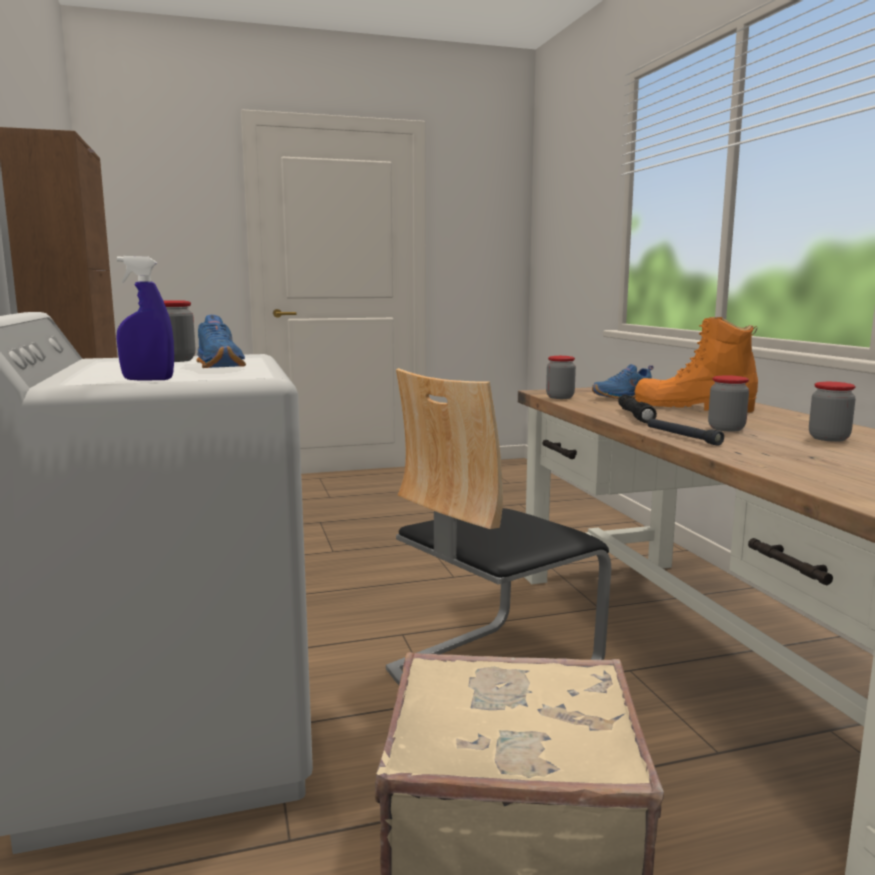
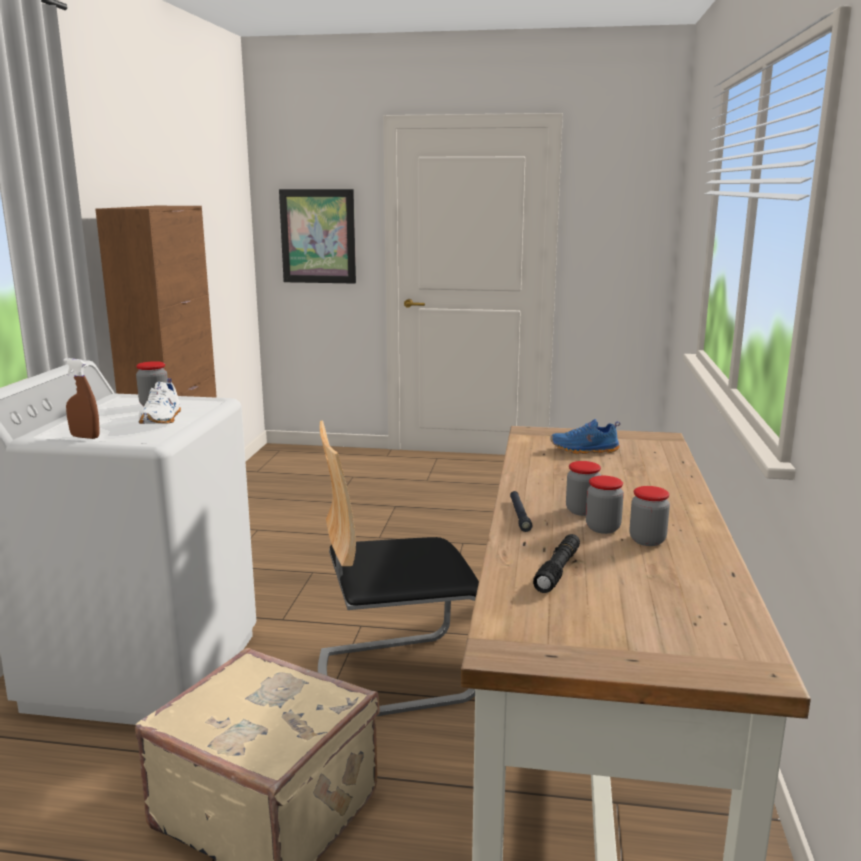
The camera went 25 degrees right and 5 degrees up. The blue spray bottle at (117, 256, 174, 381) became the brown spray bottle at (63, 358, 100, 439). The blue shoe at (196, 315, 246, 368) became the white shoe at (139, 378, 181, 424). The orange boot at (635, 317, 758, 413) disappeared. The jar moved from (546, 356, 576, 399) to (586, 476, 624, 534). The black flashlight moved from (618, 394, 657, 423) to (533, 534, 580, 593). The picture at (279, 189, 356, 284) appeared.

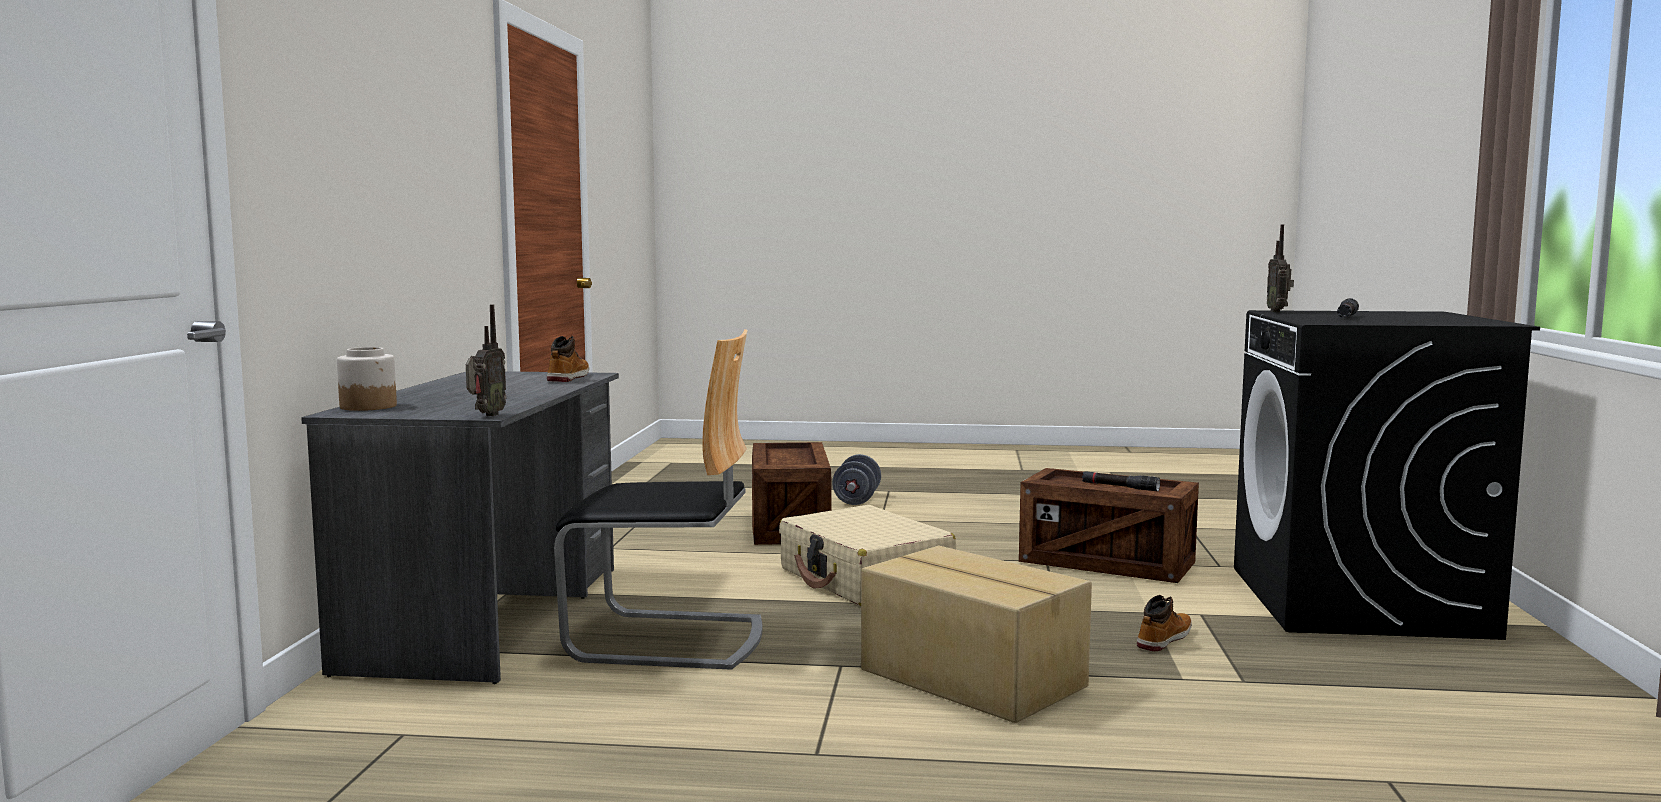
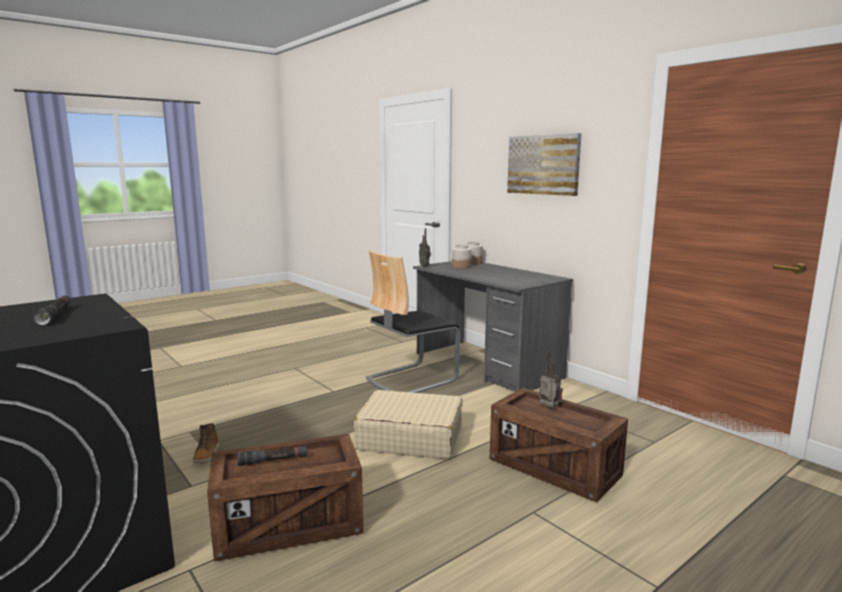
The camera went 135 degrees right and 5 degrees up. The radio moved from (1267, 224, 1294, 312) to (539, 350, 563, 409). The boot at (547, 336, 589, 382) disappeared. The grey dumbbell at (832, 454, 881, 505) disappeared. The cardboard box at (861, 546, 1092, 723) disappeared. The picture at (507, 133, 582, 196) appeared. The jar at (452, 245, 472, 269) appeared.

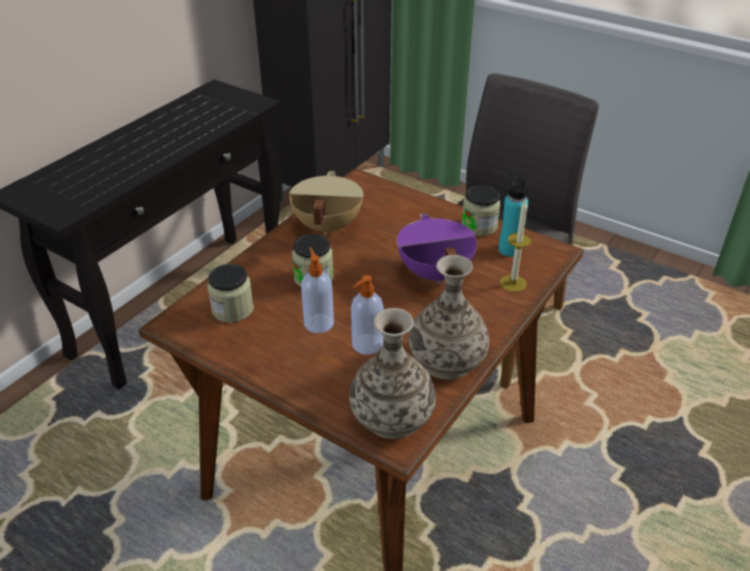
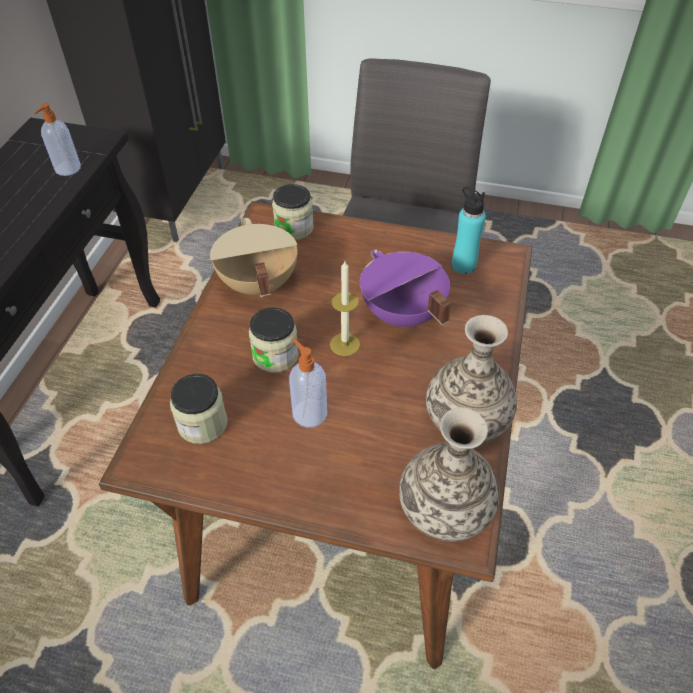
The camera went 20 degrees left and 10 degrees up. The jar moved from (461, 185, 500, 236) to (272, 184, 314, 240). The candle moved from (500, 200, 531, 292) to (330, 261, 360, 356). The soap dispenser moved from (351, 275, 384, 355) to (34, 103, 81, 176).

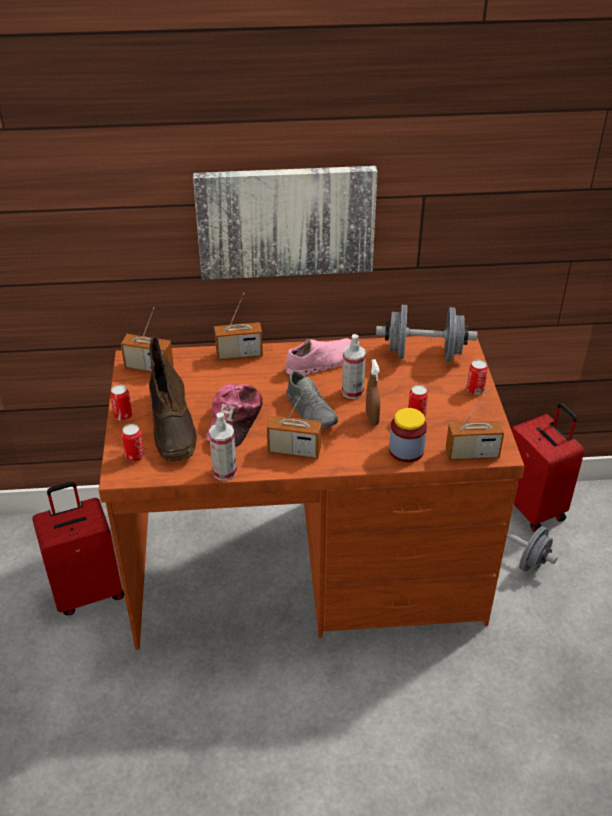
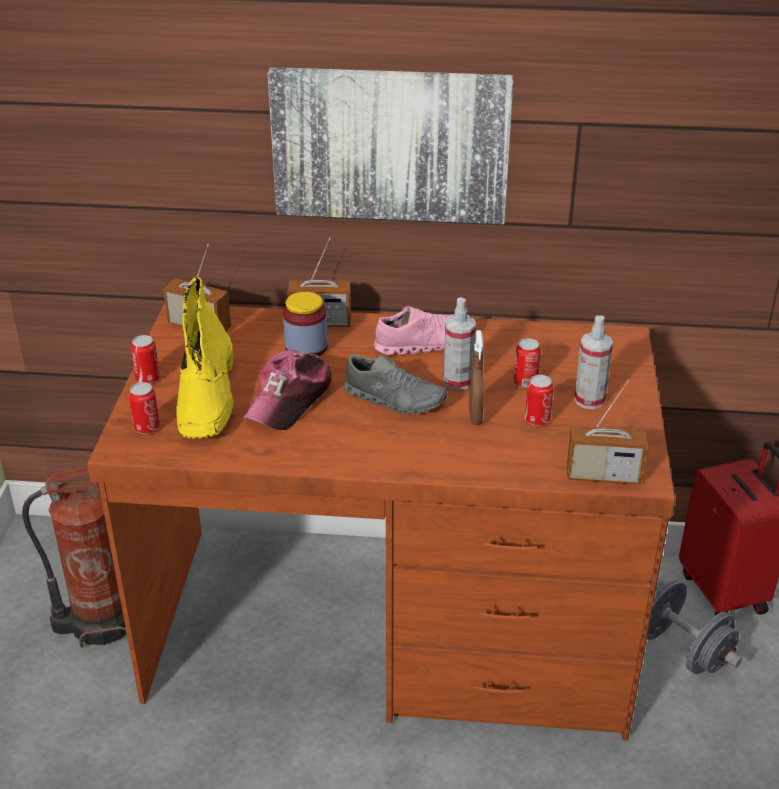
The camera went 10 degrees right and 5 degrees down. The grey dumbbell at (376, 305, 477, 362) disappeared. The brown boot at (149, 336, 198, 462) became the yellow boot at (176, 276, 234, 439). The can moved from (467, 359, 488, 395) to (514, 338, 541, 388). The grey shoe at (286, 370, 338, 428) turned 45 degrees counterclockwise. The radio at (267, 387, 321, 459) disappeared. The jar moved from (389, 408, 427, 462) to (283, 292, 328, 356). The spray bottle moved from (209, 413, 237, 481) to (574, 315, 613, 409). The red suitcase at (32, 482, 124, 615) was replaced by the fire extinguisher at (22, 467, 127, 648).

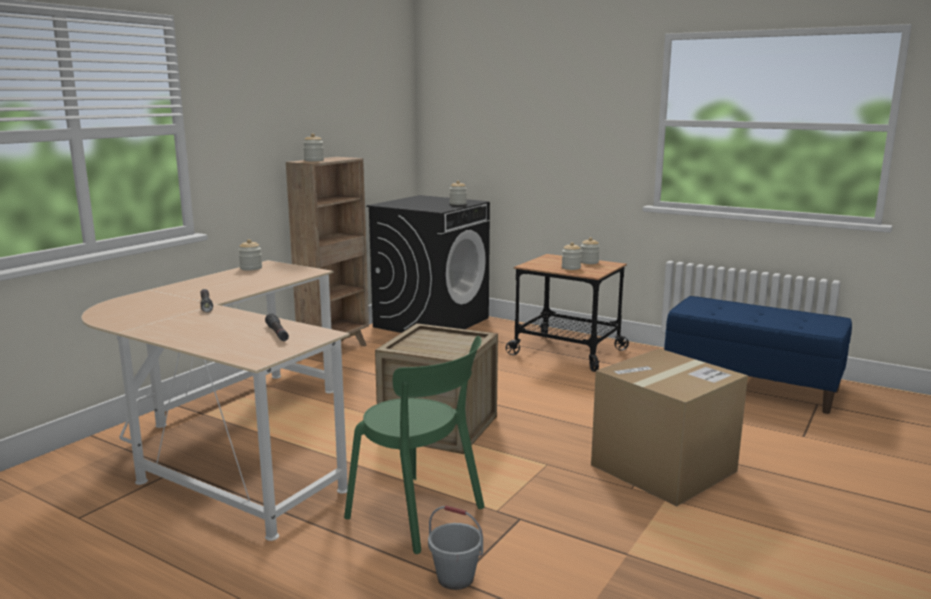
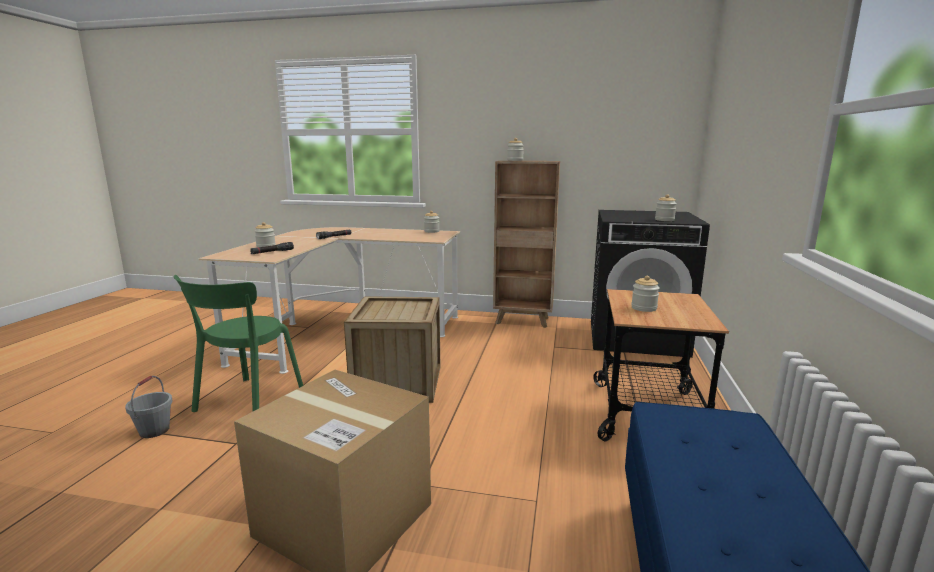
The camera went 70 degrees right and 0 degrees up. The jar moved from (581, 238, 600, 264) to (255, 222, 276, 247).

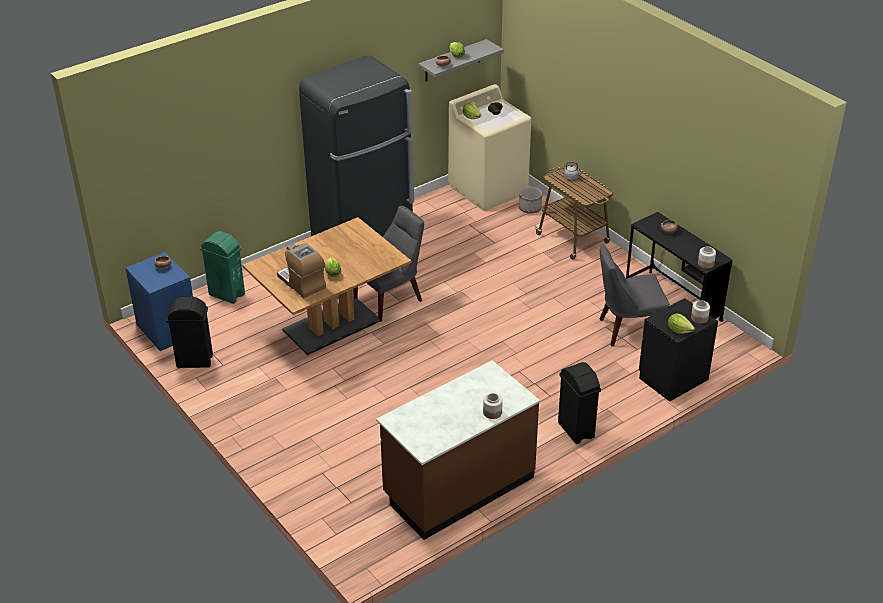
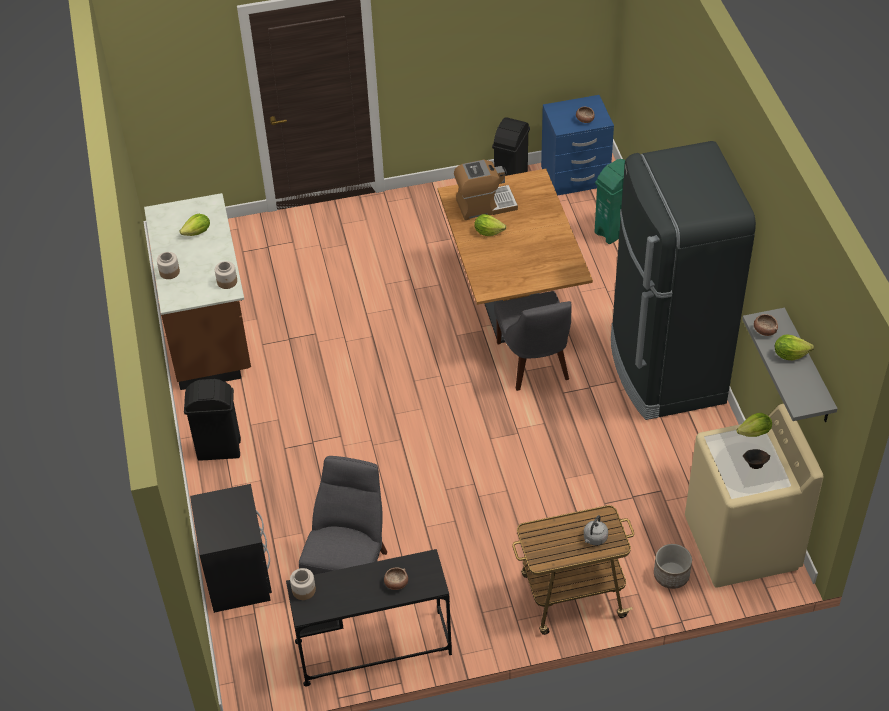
The camera went 115 degrees right and 10 degrees up. The jar moved from (691, 300, 710, 324) to (215, 261, 237, 289). The lettuce moved from (668, 313, 695, 334) to (180, 214, 210, 236).

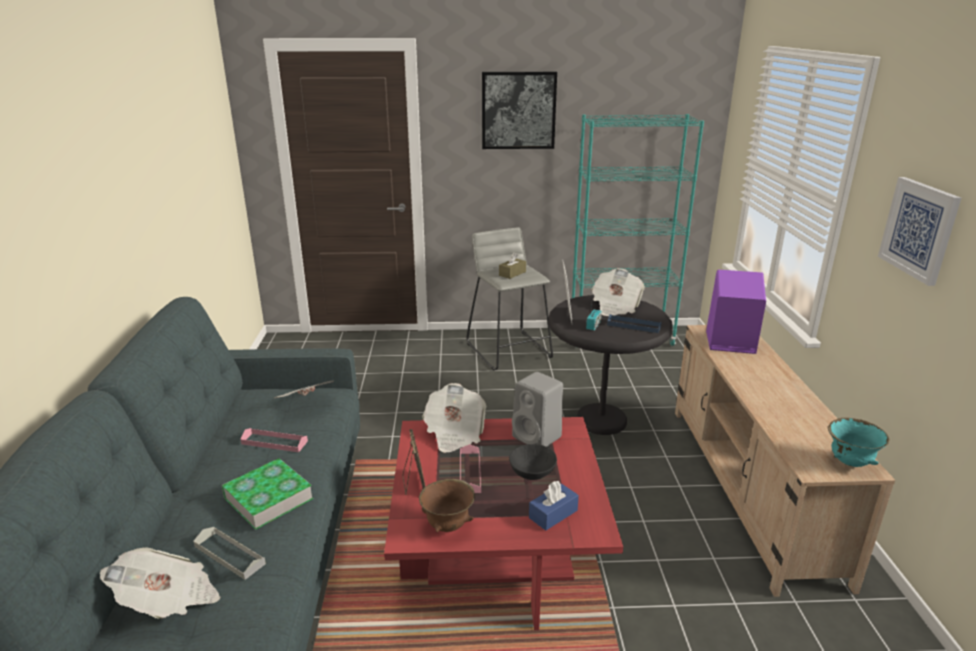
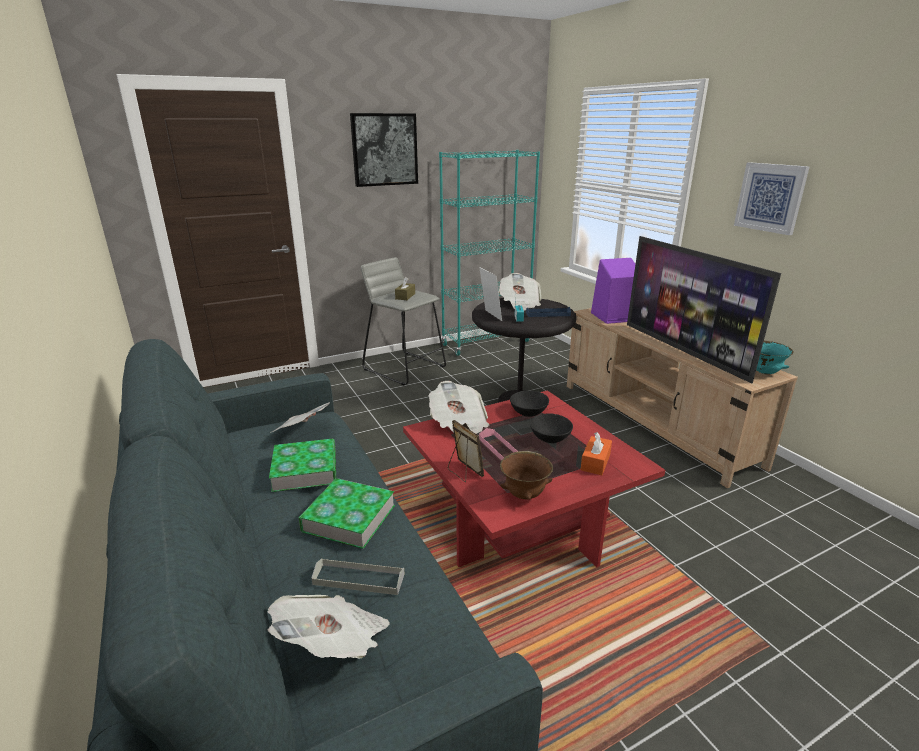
The camera went 25 degrees left and 0 degrees up. The grey speaker at (512, 372, 563, 447) was replaced by the black bowl at (510, 391, 549, 417). The pink tray at (240, 428, 308, 452) was replaced by the book at (269, 438, 336, 492). The blue tissue box at (529, 481, 579, 531) became the orange tissue box at (581, 432, 612, 475). The television at (627, 236, 781, 384) appeared.

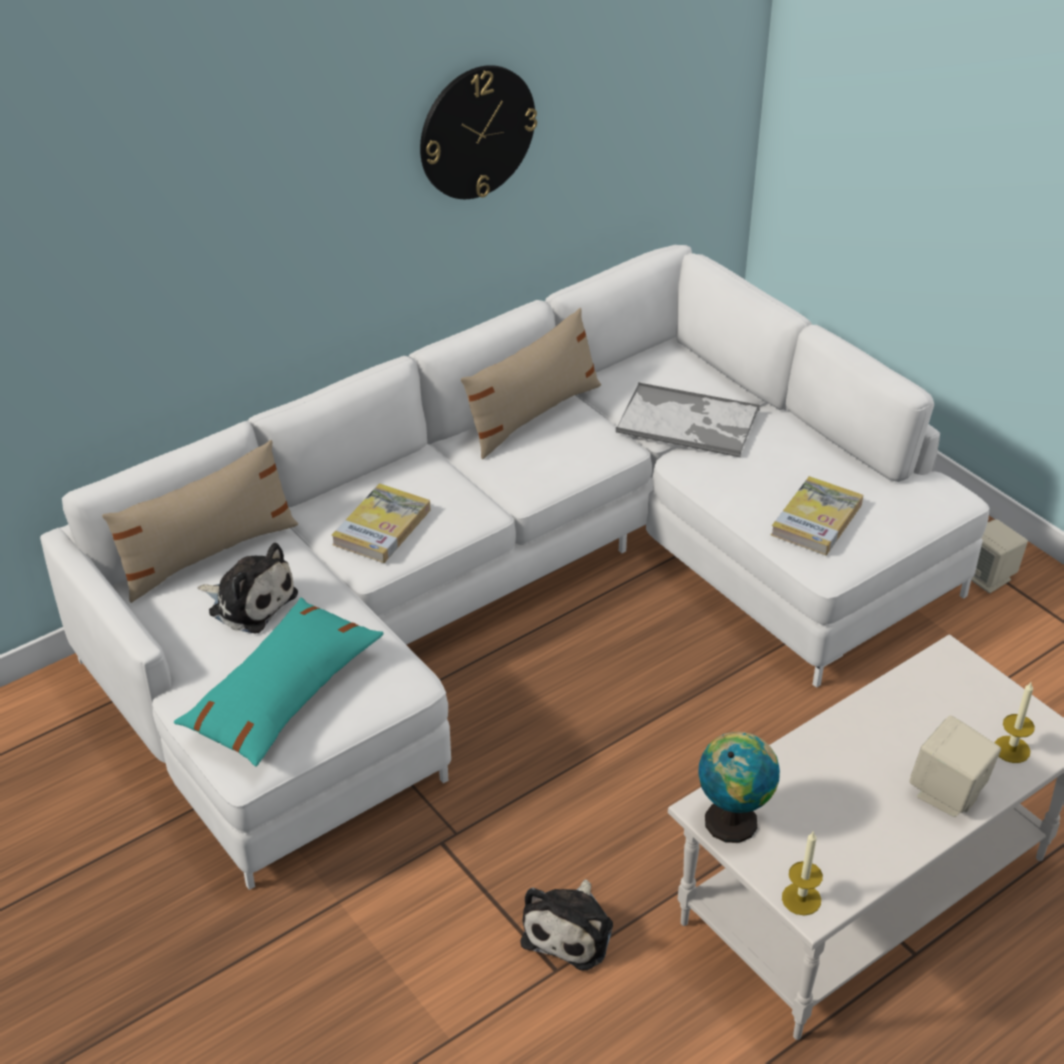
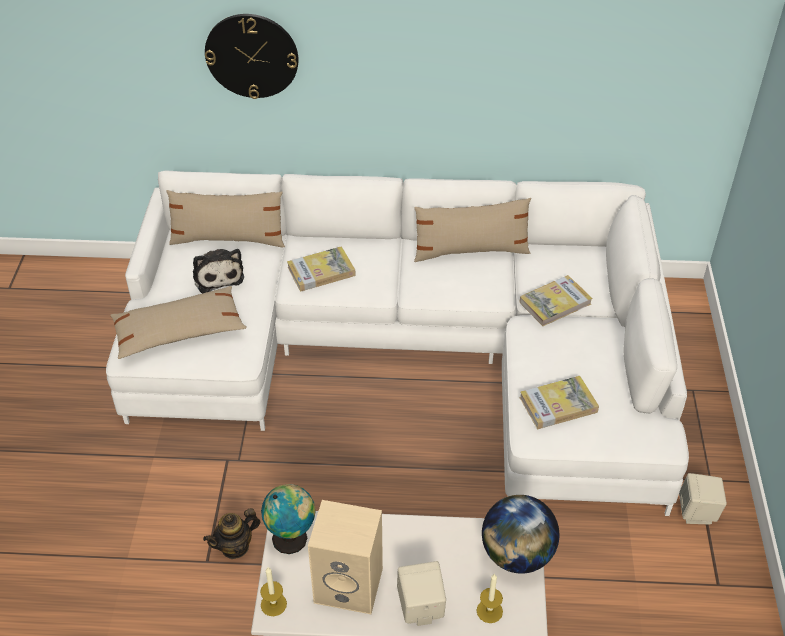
The camera went 40 degrees right and 5 degrees up. The wall clock moved from (420, 65, 537, 199) to (205, 14, 298, 99). The tray at (616, 382, 760, 457) was replaced by the book at (519, 275, 592, 326). The turquoise pillow at (174, 598, 384, 767) became the beige pillow at (110, 286, 247, 359). The plush toy at (521, 879, 613, 970) was replaced by the teapot at (203, 508, 260, 559). The globe at (482, 495, 559, 574) appeared. The beige speaker at (308, 500, 383, 614) appeared.

